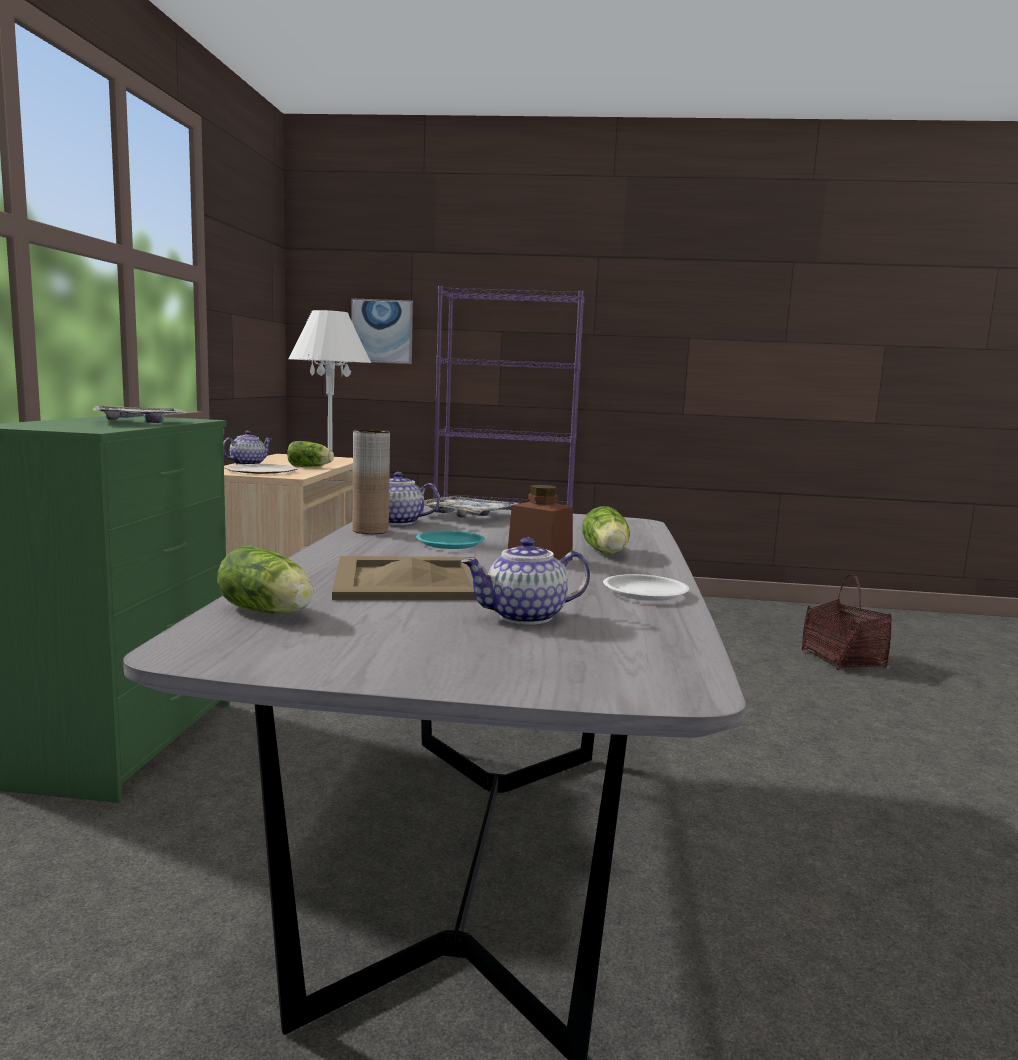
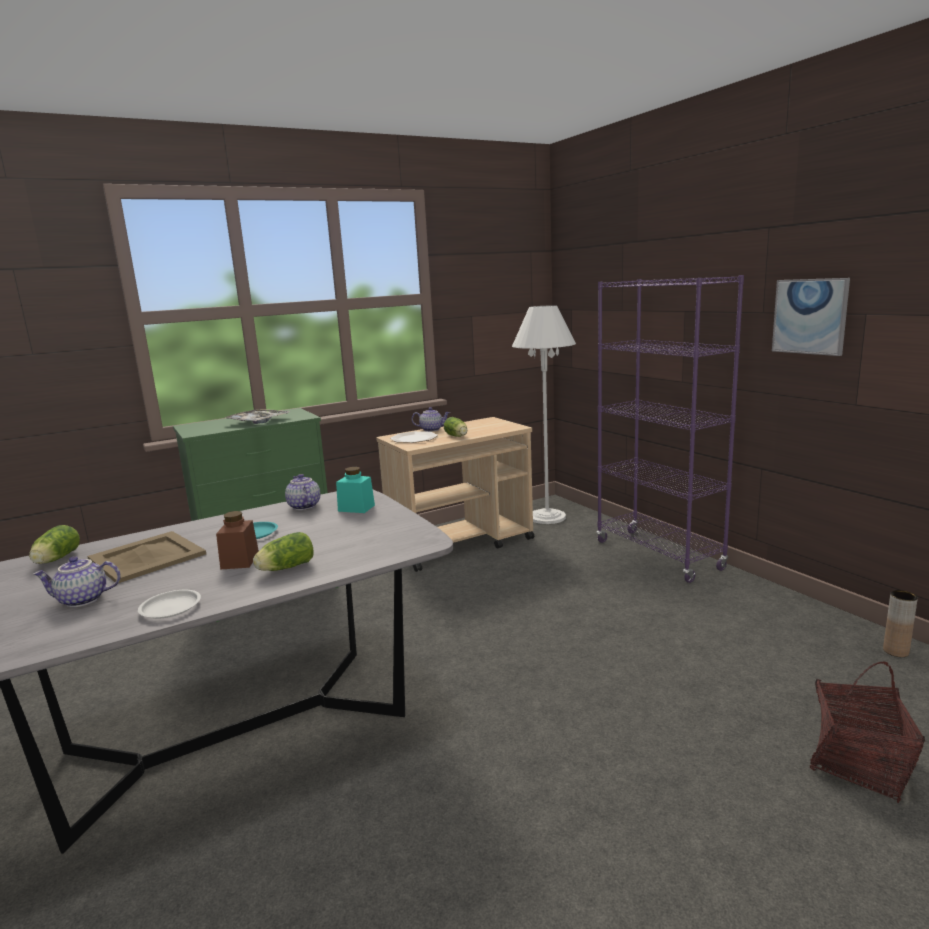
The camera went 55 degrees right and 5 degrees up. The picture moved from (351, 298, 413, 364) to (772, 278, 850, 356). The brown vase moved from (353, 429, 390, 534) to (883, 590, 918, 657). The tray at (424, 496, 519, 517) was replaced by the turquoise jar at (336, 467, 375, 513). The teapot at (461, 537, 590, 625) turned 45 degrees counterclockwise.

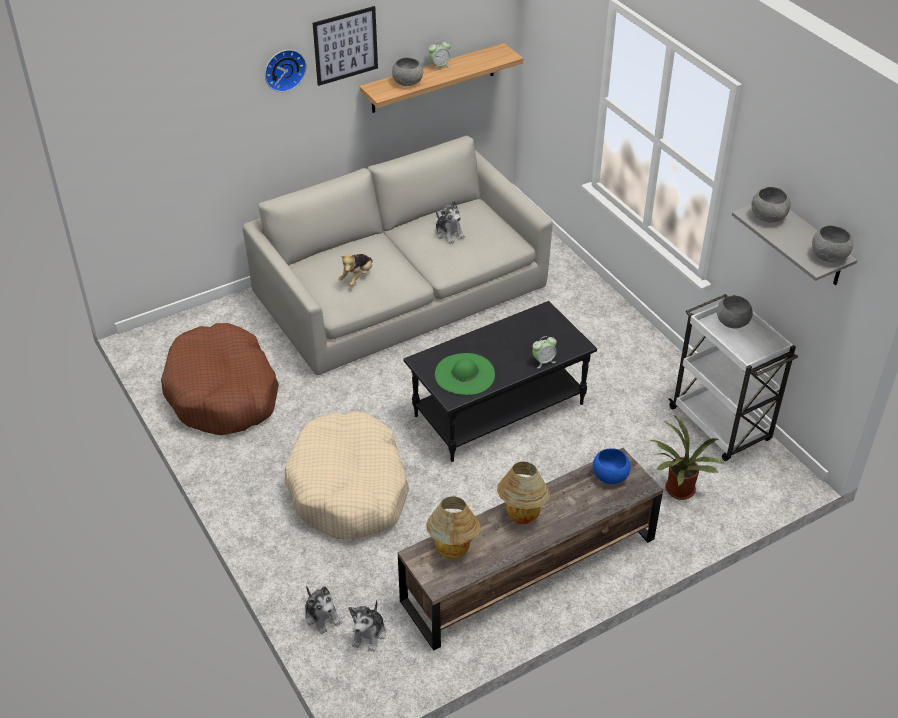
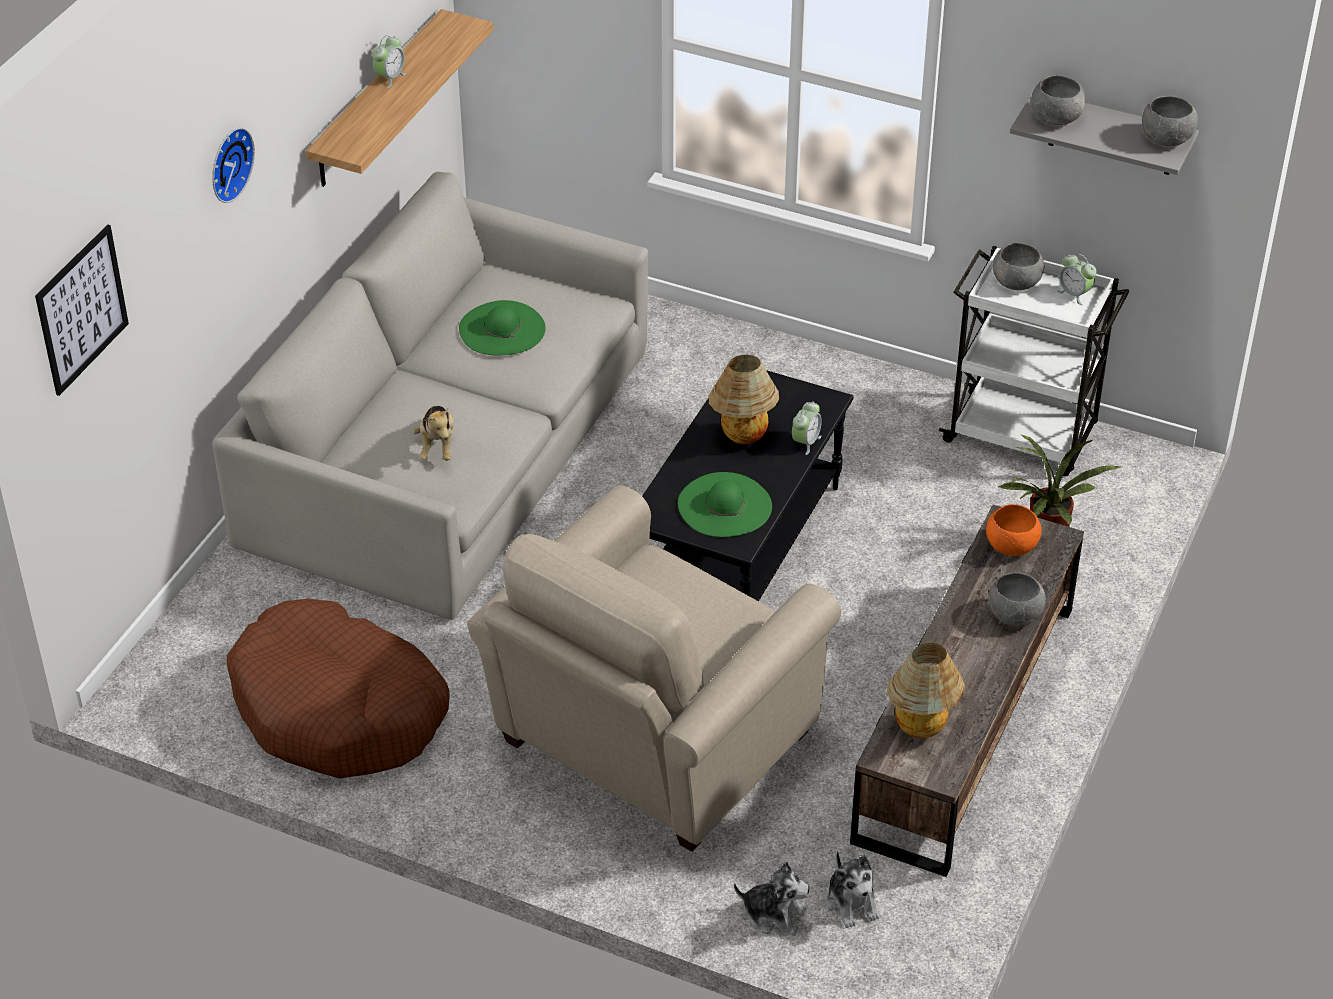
The camera went 35 degrees left and 0 degrees up. The picture moved from (313, 6, 378, 86) to (35, 225, 129, 396). The grey bowl moved from (392, 57, 423, 86) to (989, 572, 1046, 626). The plush toy at (436, 201, 465, 244) was replaced by the green hat at (459, 300, 546, 355). The beige dog bed at (285, 411, 409, 540) was replaced by the beige armchair at (467, 485, 841, 852). The blue bowl at (593, 449, 631, 484) became the orange bowl at (986, 504, 1042, 556). The table lamp moved from (497, 462, 550, 524) to (708, 355, 779, 444). The alarm clock at (1057, 254, 1097, 305) appeared.

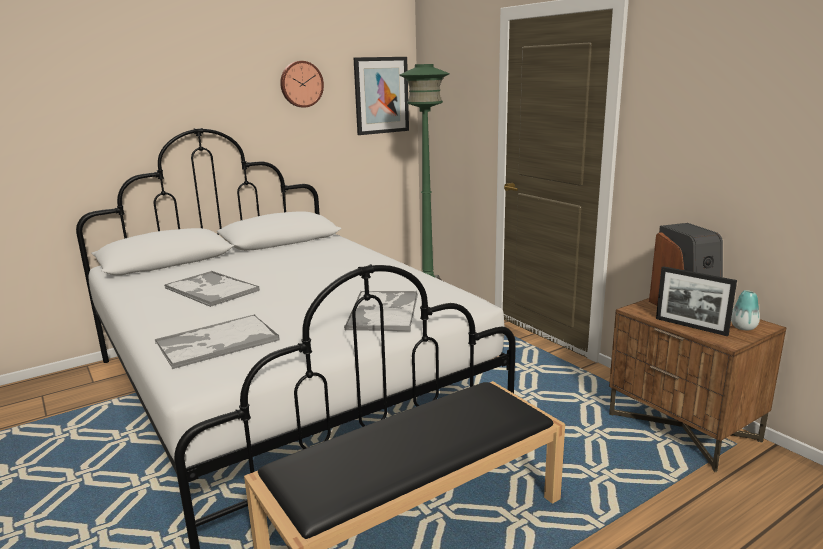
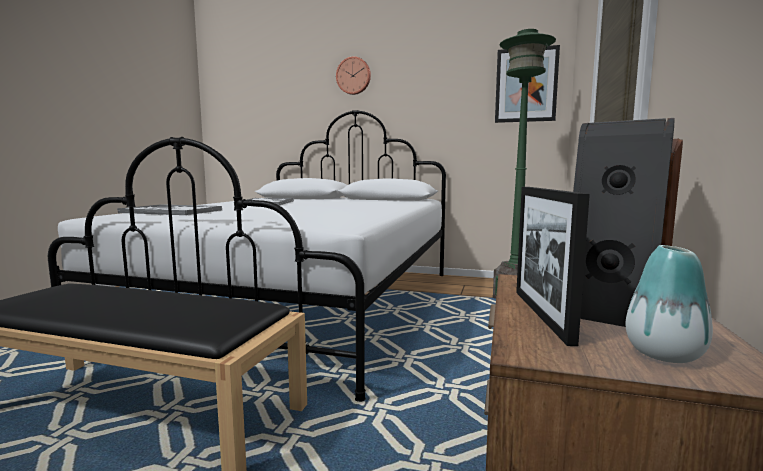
The camera went 50 degrees right and 10 degrees down. The wall clock moved from (280, 61, 324, 108) to (336, 56, 371, 95). The tray at (344, 291, 418, 331) disappeared.

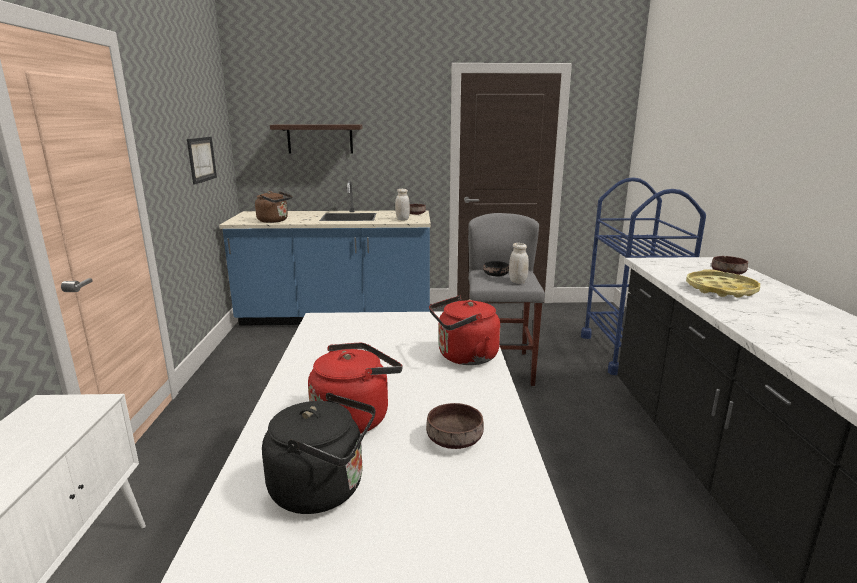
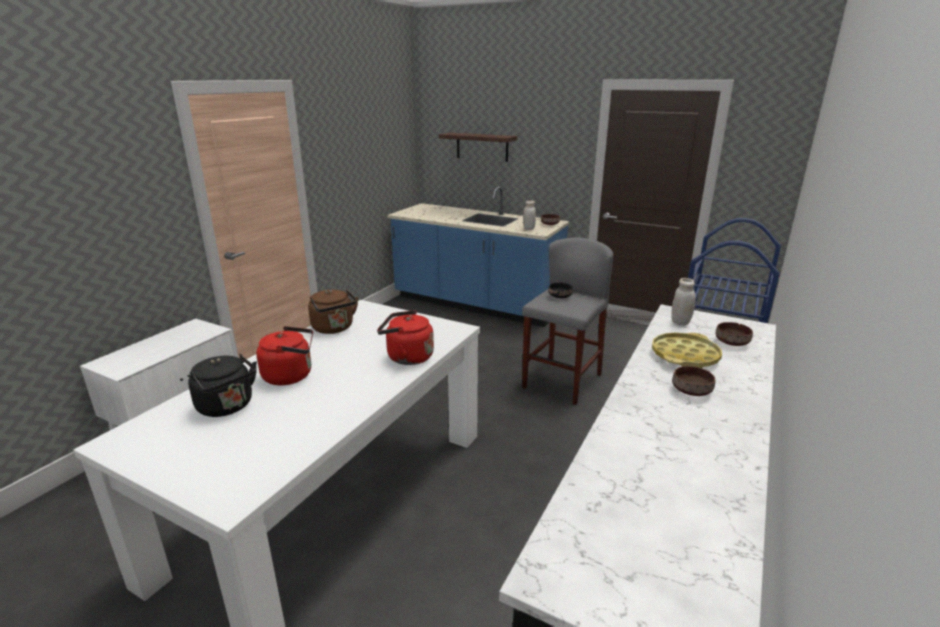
The camera went 30 degrees right and 5 degrees up. The picture at (187, 137, 217, 185) disappeared. The brown kettle moved from (255, 191, 292, 223) to (308, 289, 358, 334). The white jar moved from (509, 243, 529, 283) to (671, 278, 696, 326). The brown bowl moved from (426, 403, 484, 449) to (672, 366, 715, 396).

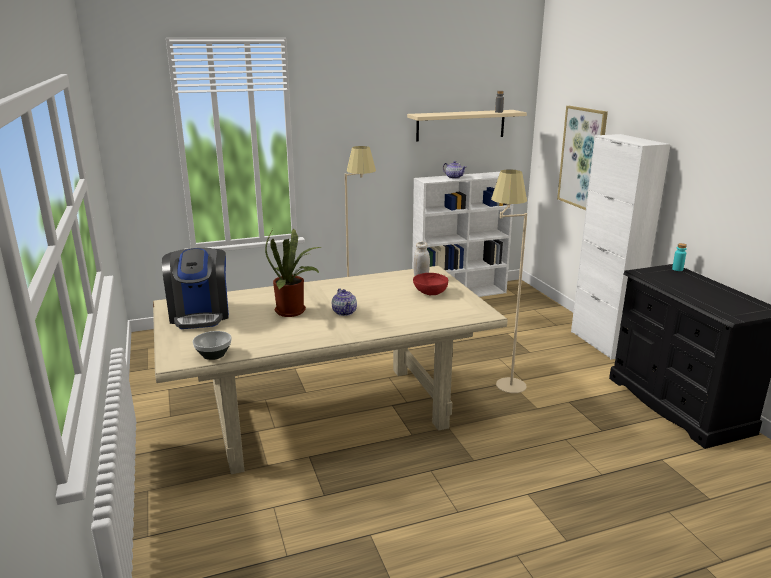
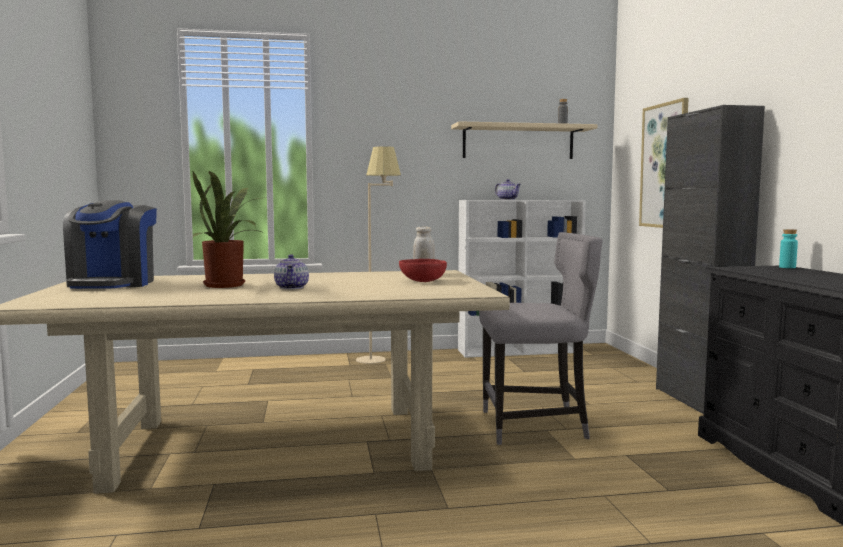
The camera went 10 degrees right and 15 degrees down. The white cabinet at (571, 134, 671, 360) became the black cabinet at (656, 105, 765, 414). The beige floor lamp at (491, 170, 527, 393) was replaced by the grey chair at (479, 232, 603, 445). The bowl at (193, 331, 232, 360) disappeared.

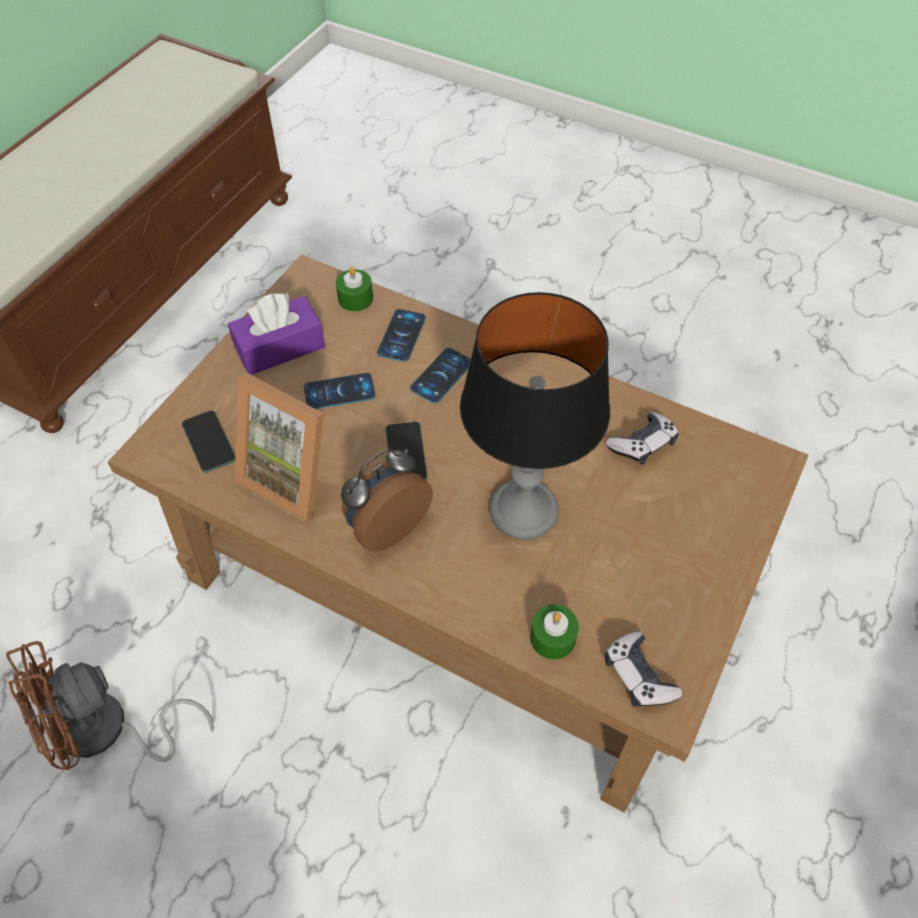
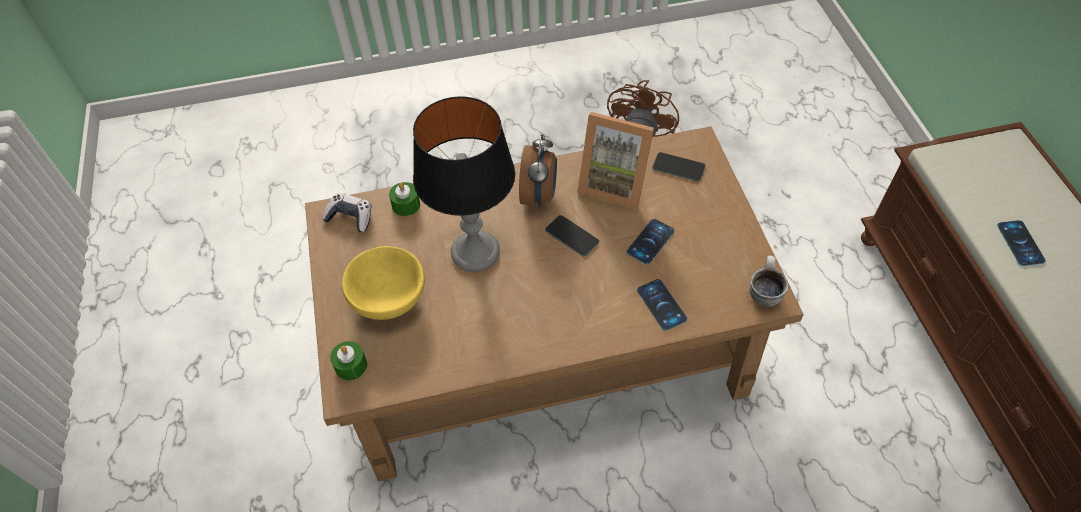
The camera went 140 degrees right and 0 degrees up. The green candle moved from (336, 267, 373, 312) to (330, 341, 367, 380). The purple tissue box at (228, 293, 325, 375) disappeared. The phone moved from (410, 348, 471, 403) to (997, 220, 1046, 266). The picture frame at (235, 372, 324, 523) turned 150 degrees counterclockwise. The game controller at (606, 412, 679, 465) disappeared. The yellow bowl at (342, 246, 425, 320) appeared. The mug at (749, 256, 788, 307) appeared.

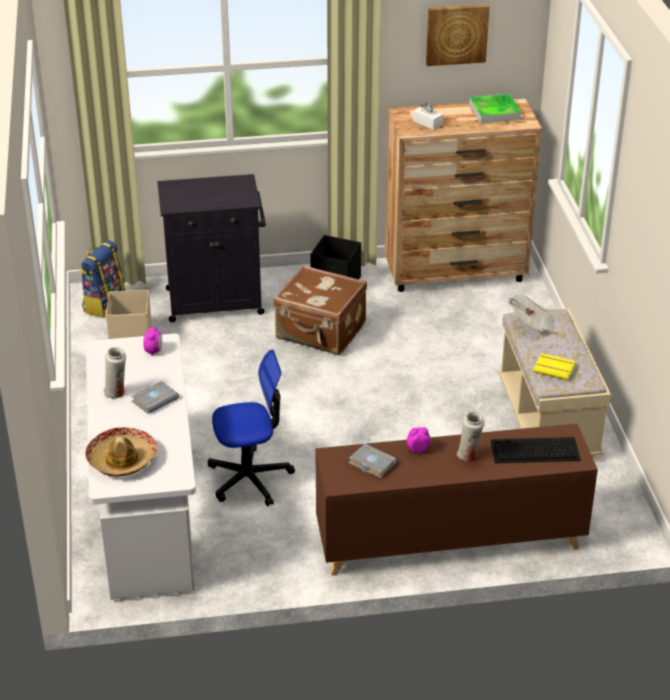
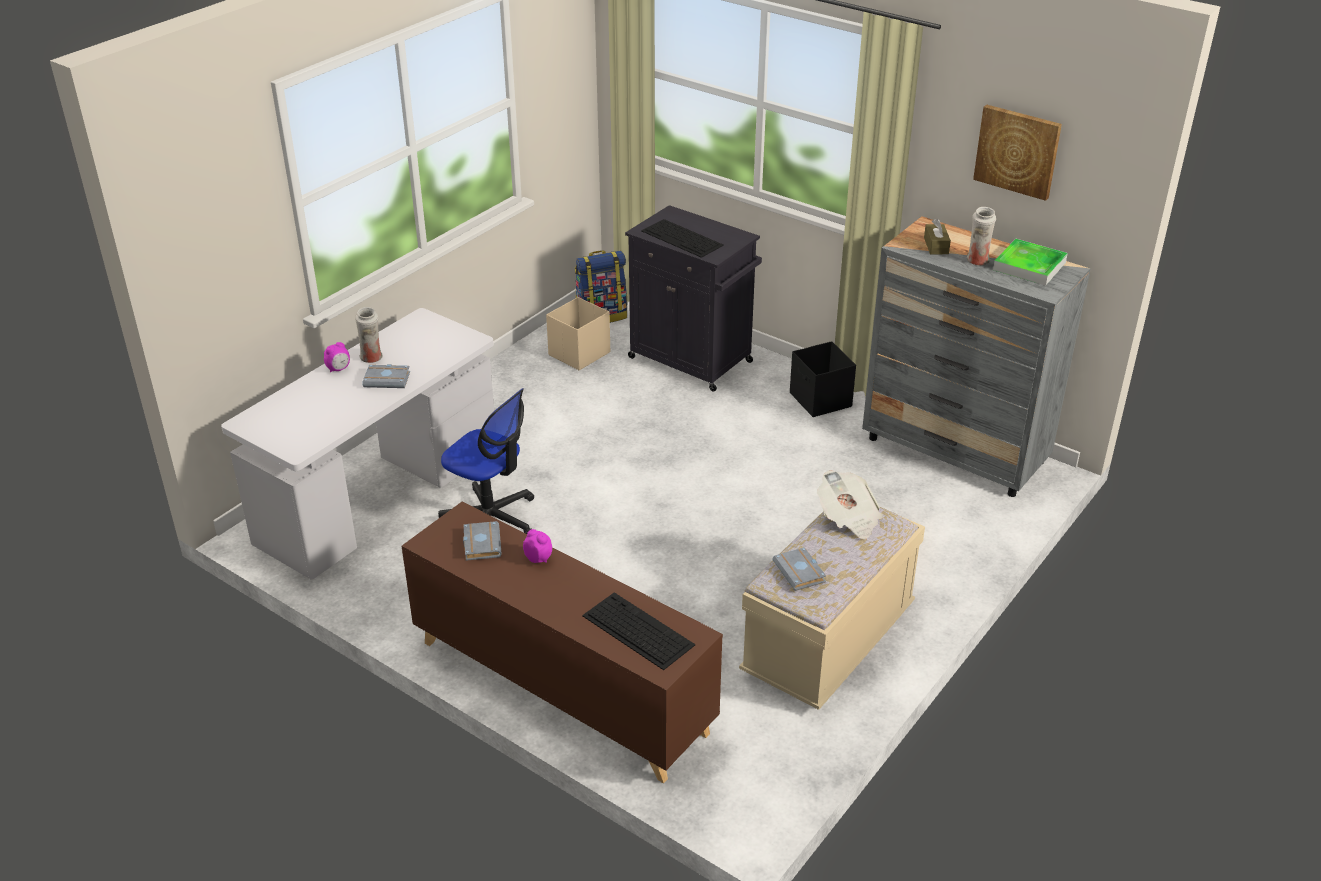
The camera went 45 degrees right and 0 degrees up. The brown dresser at (385, 99, 542, 292) became the grey dresser at (862, 216, 1090, 497). The white tissue box at (413, 102, 443, 130) became the brown tissue box at (924, 219, 951, 255). The brown suitcase at (273, 265, 367, 355) disappeared. The alarm clock moved from (143, 327, 162, 356) to (324, 342, 350, 372). The yellow book at (533, 353, 575, 380) became the grey book at (772, 547, 826, 591). The white vase moved from (457, 411, 485, 462) to (967, 207, 996, 265). The hat at (86, 427, 157, 477) disappeared. The keyboard at (641, 219, 724, 258) appeared.

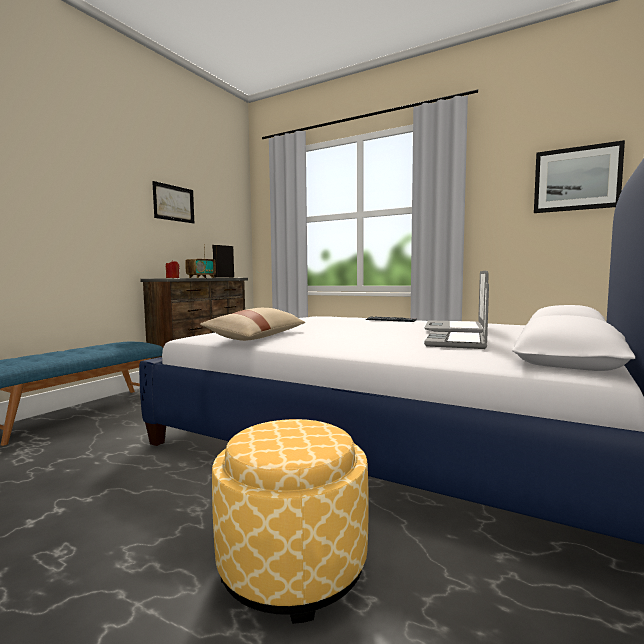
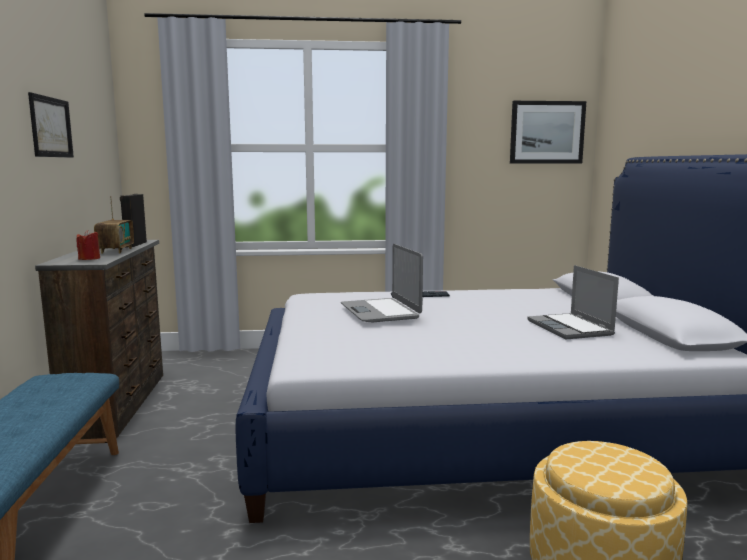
The camera went 35 degrees left and 5 degrees up. The laptop moved from (425, 271, 489, 333) to (341, 244, 423, 323). The beige pillow at (200, 308, 305, 341) disappeared.

